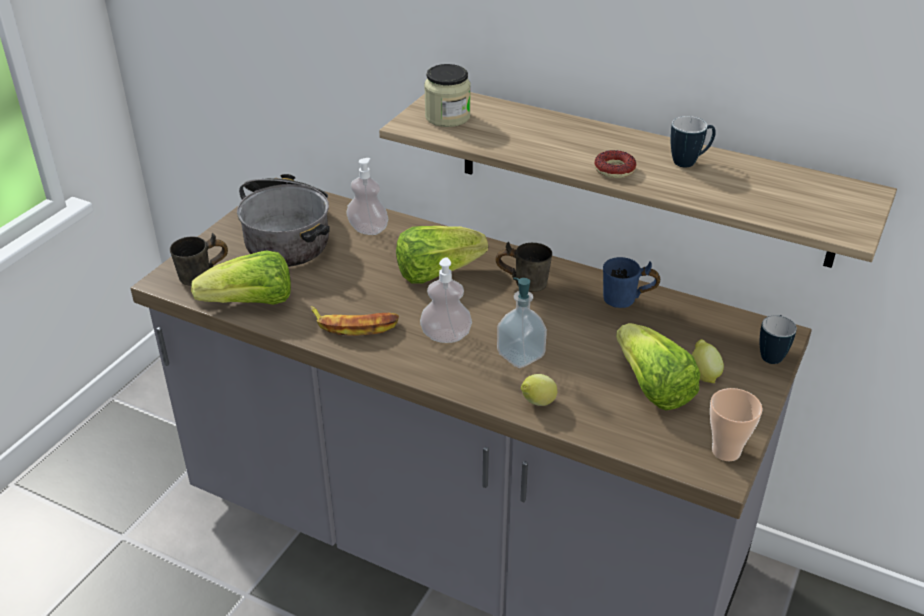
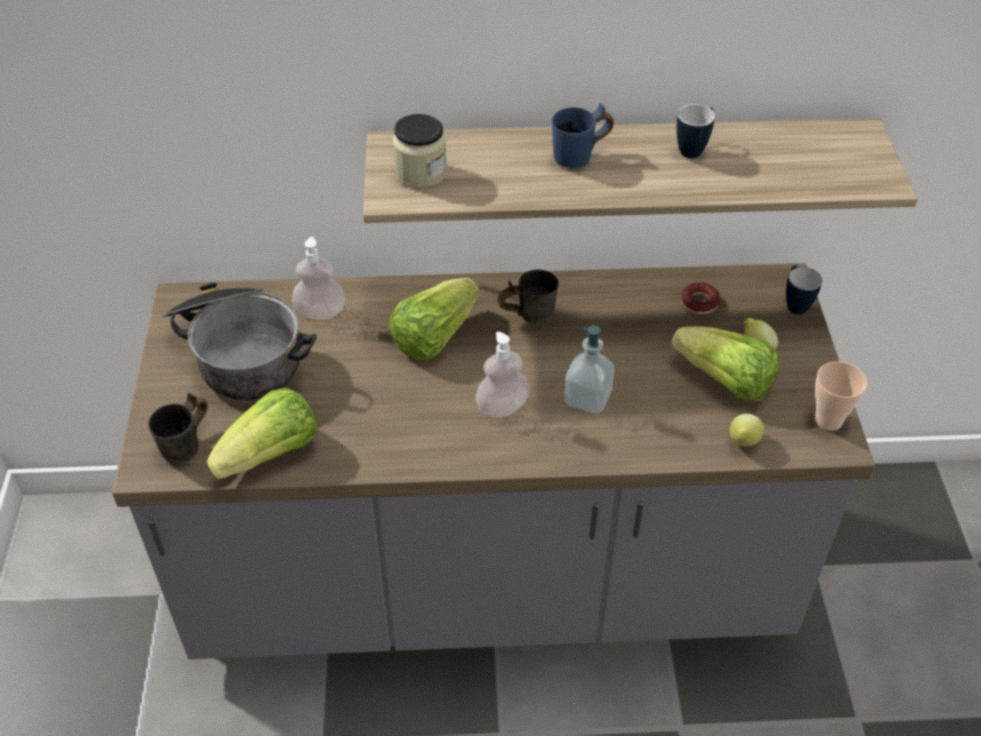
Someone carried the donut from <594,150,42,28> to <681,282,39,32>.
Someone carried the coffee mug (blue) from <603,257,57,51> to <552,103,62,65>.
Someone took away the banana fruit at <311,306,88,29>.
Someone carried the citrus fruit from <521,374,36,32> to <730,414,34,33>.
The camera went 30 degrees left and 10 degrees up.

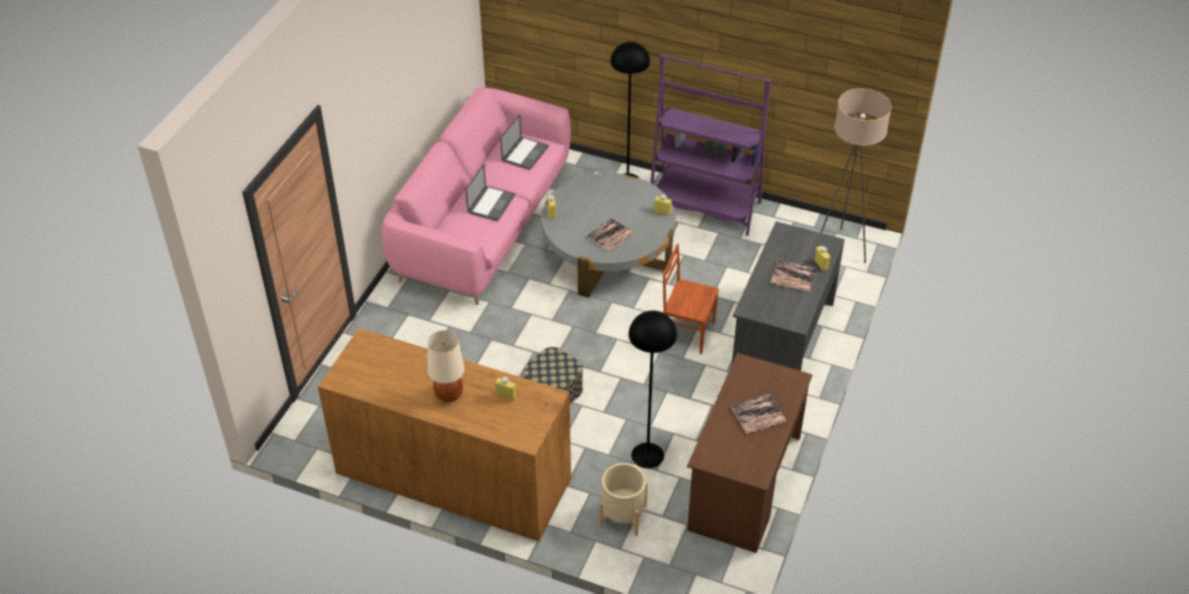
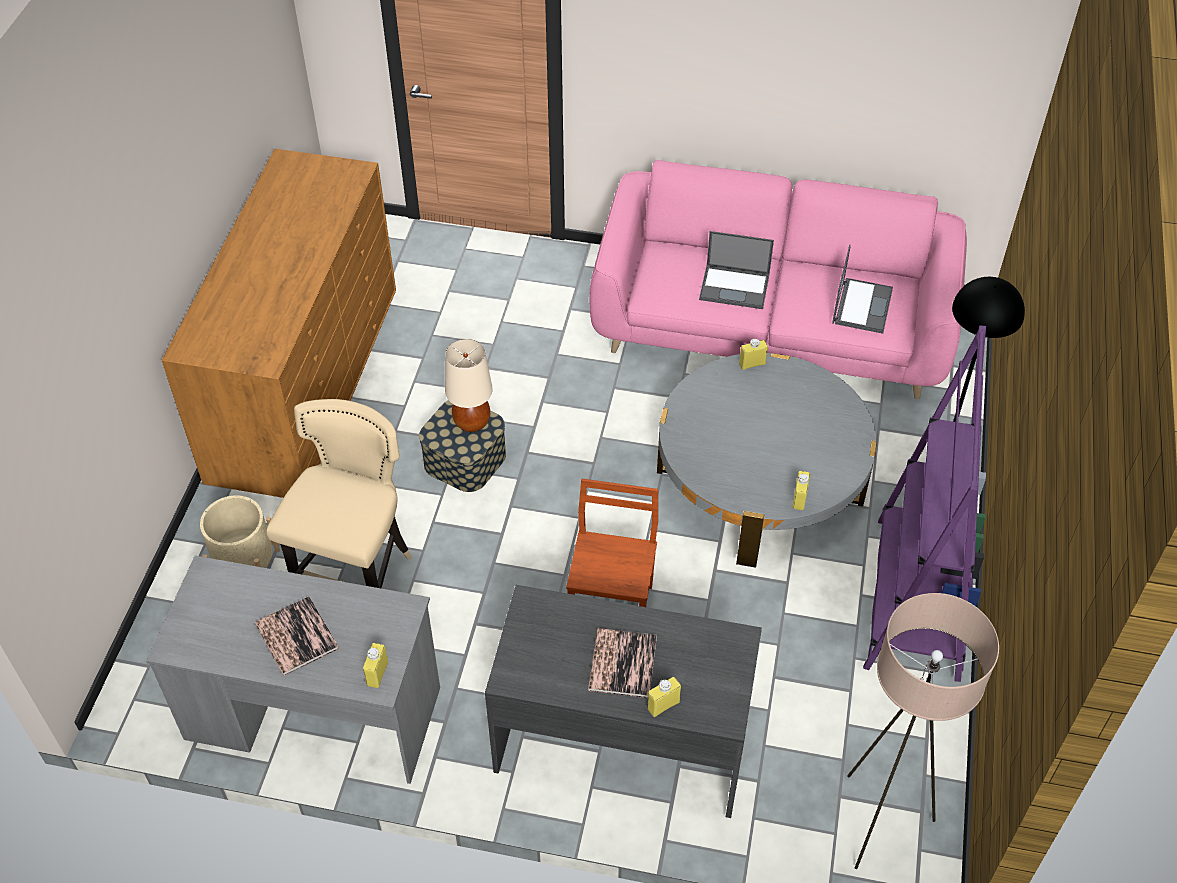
Someone rotated the laptop at <500,114,49,56> by 90 degrees counterclockwise.
Someone took away the book at <586,218,48,35>.
Someone swapped the standing lamp (blackish) at <629,310,48,158> for the stool (beige) at <266,399,146,189>.
Someone carried the lamp for a table (beige) from <428,331,36,71> to <445,339,48,93>.
Someone repainted the desk unit (brownish) at <687,353,126,200>, which became the desk unit (grey) at <146,556,294,228>.
Someone carried the drink bottle (yellowish) from <495,377,21,25> to <363,643,25,45>.
The camera went 80 degrees right and 5 degrees up.

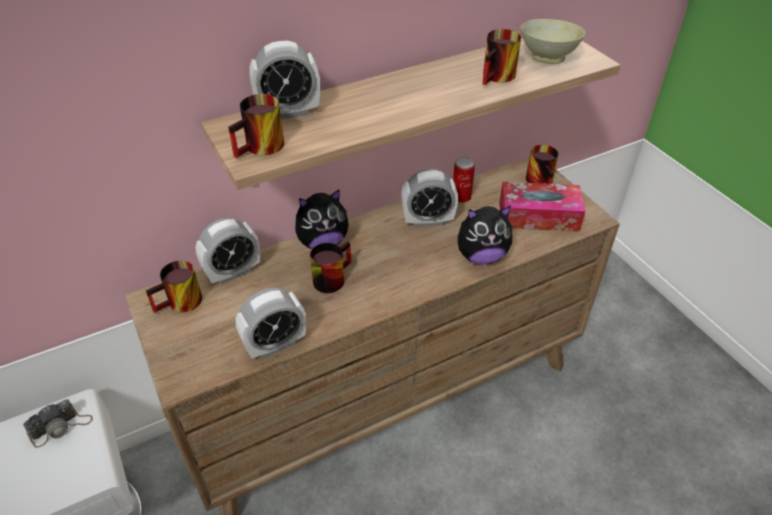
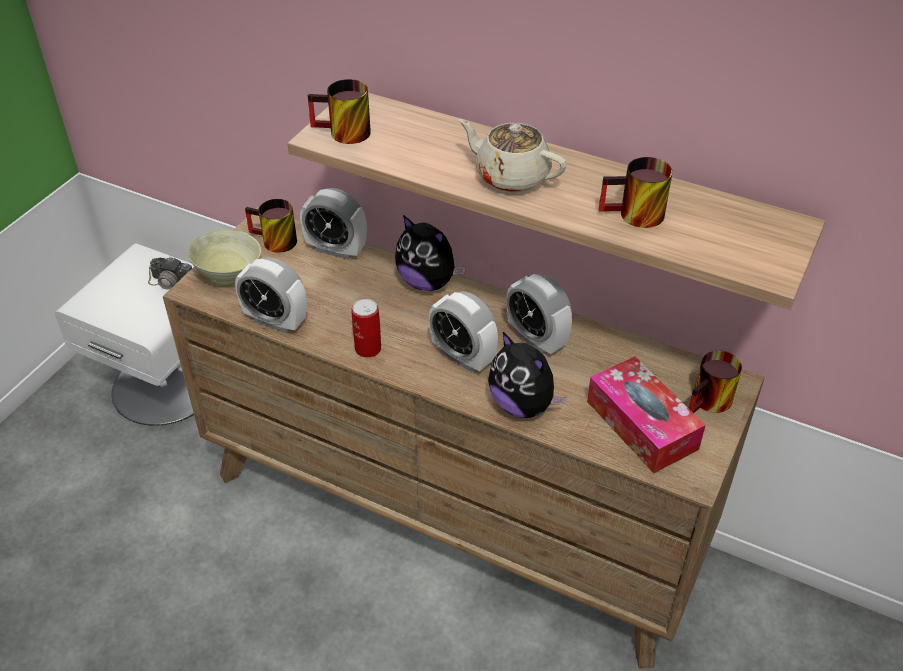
Someone carried the deep dish (beige) from <521,19,65,45> to <188,229,73,57>.
Someone carried the alarm clock from <249,41,71,78> to <429,291,69,81>.
Someone carried the metal can from <453,157,22,46> to <351,299,30,59>.
Someone took away the coffee mug at <310,242,41,51>.
Someone put down the pot for tea (beige) at <458,119,109,73>.
The camera went 55 degrees right and 0 degrees up.

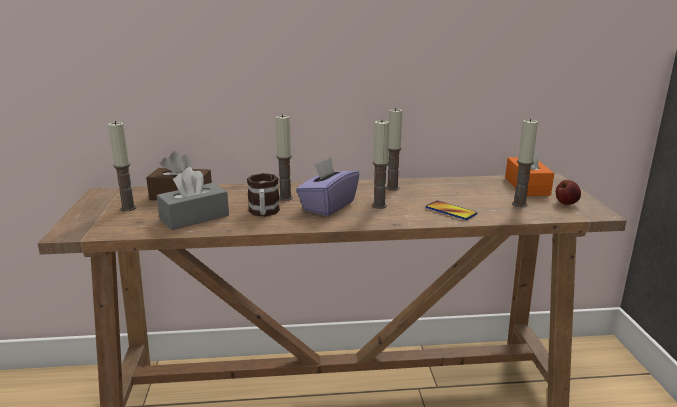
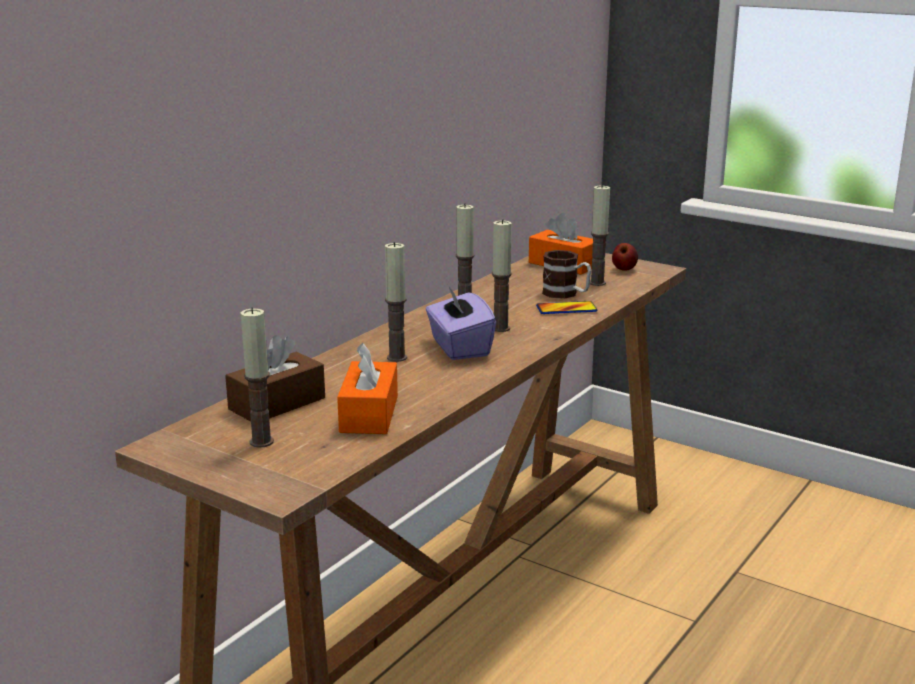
Someone repainted the tissue holder (grey) at <156,167,73,63>, which became the tissue holder (orange) at <337,343,61,91>.
Someone carried the coffee mug from <247,173,33,44> to <542,250,49,49>.
The camera went 50 degrees left and 0 degrees up.

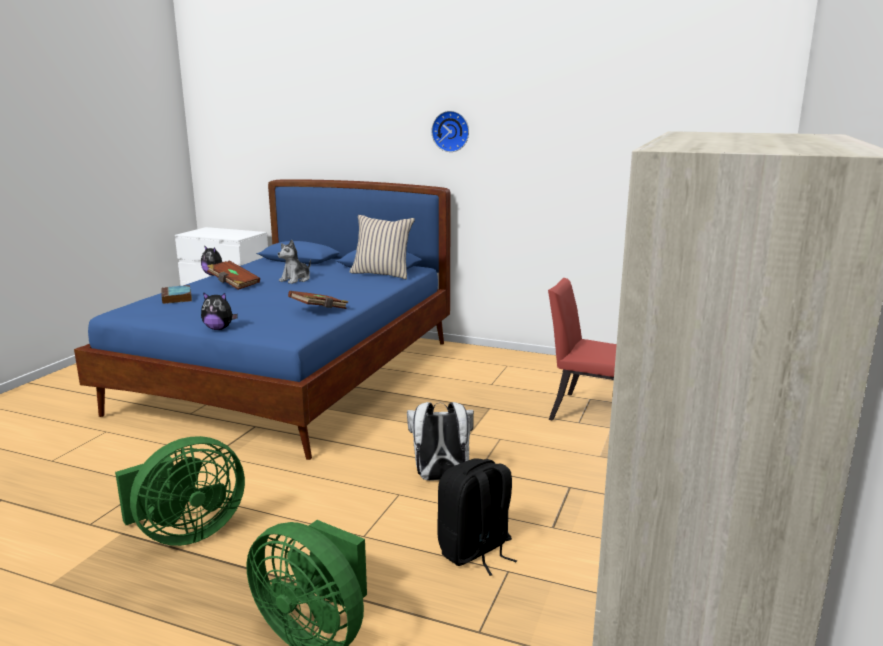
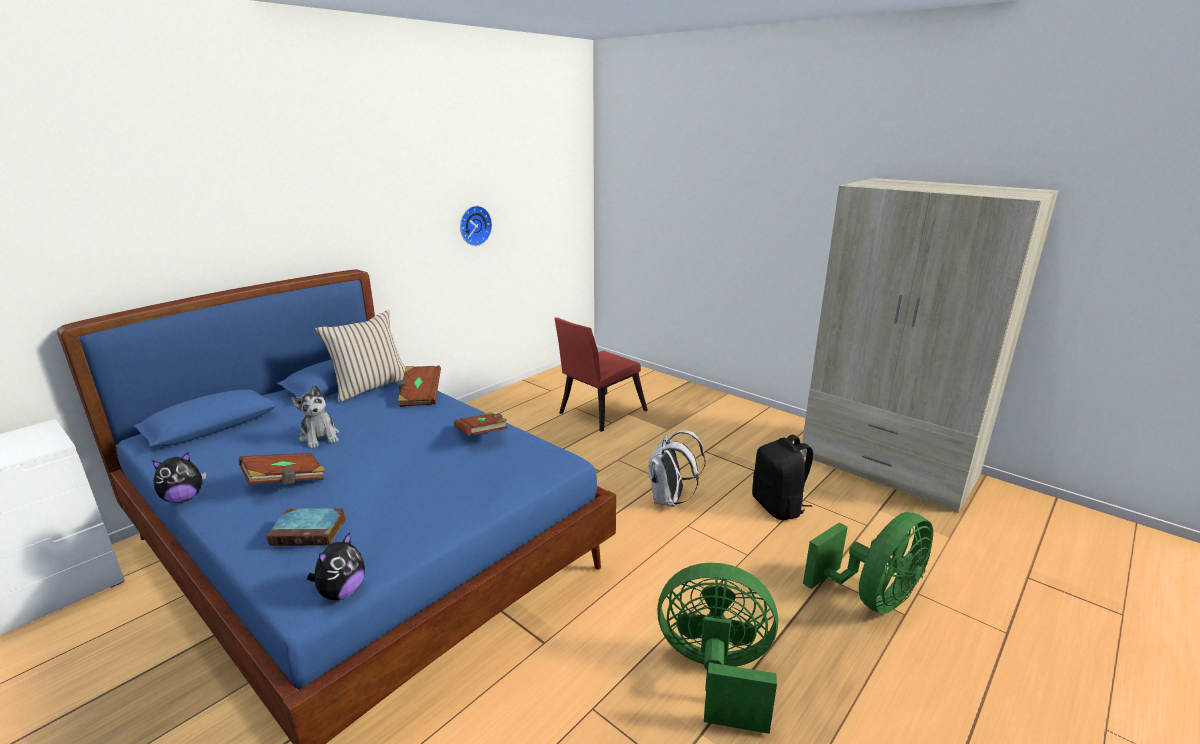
Someone carried the wall clock from <431,111,38,41> to <460,206,32,40>.
Someone carried the plush toy from <201,292,37,38> to <307,532,58,68>.
Someone rotated the fan (greenish) at <115,436,130,110> by 60 degrees counterclockwise.
Someone put down the book (brownish) at <398,366,43,41>.
The camera went 70 degrees left and 5 degrees up.

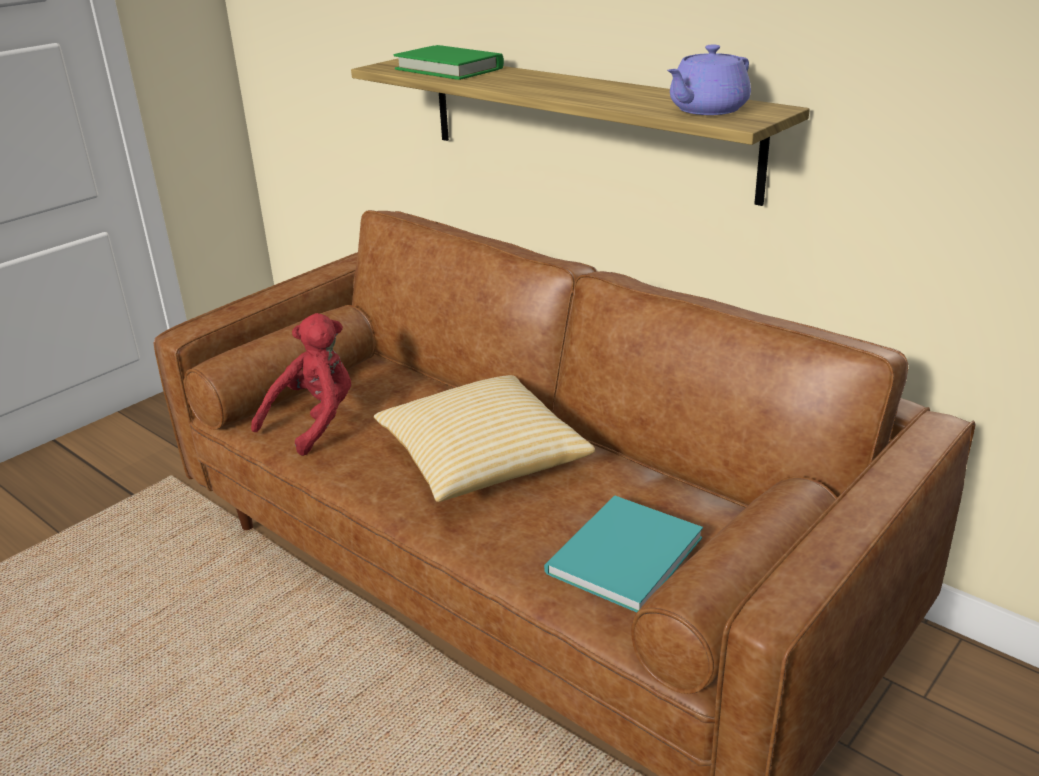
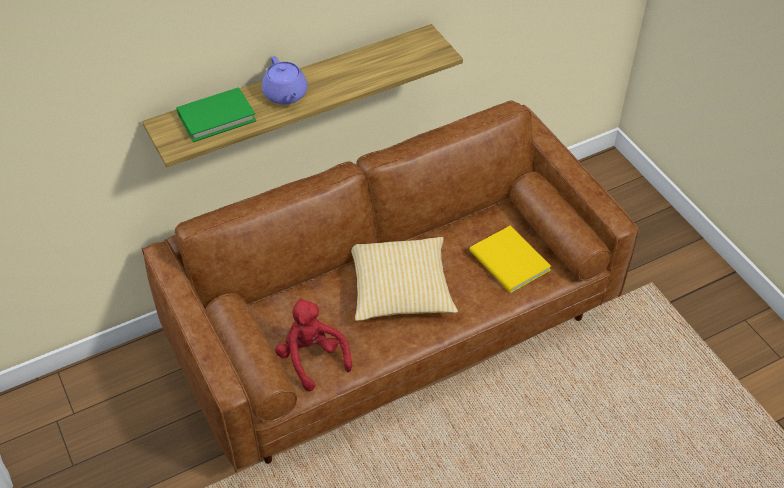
Someone carried the pot for tea (purplish) from <667,44,84,71> to <262,56,46,49>.
Someone repainted the book (turquoise) at <544,495,159,117>, which became the book (yellowish) at <469,225,82,68>.
The camera went 70 degrees left and 20 degrees up.

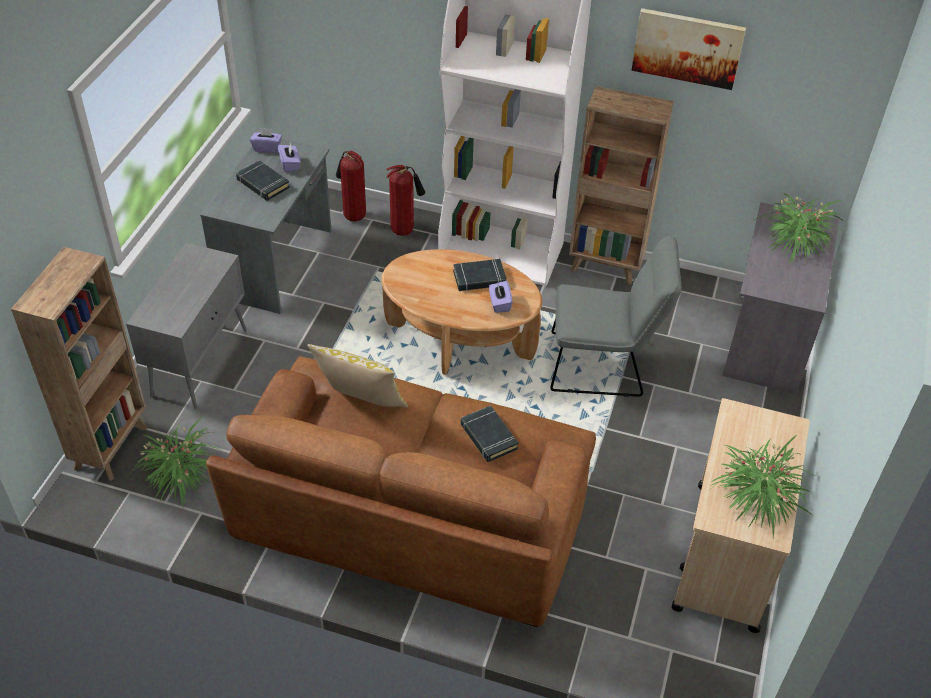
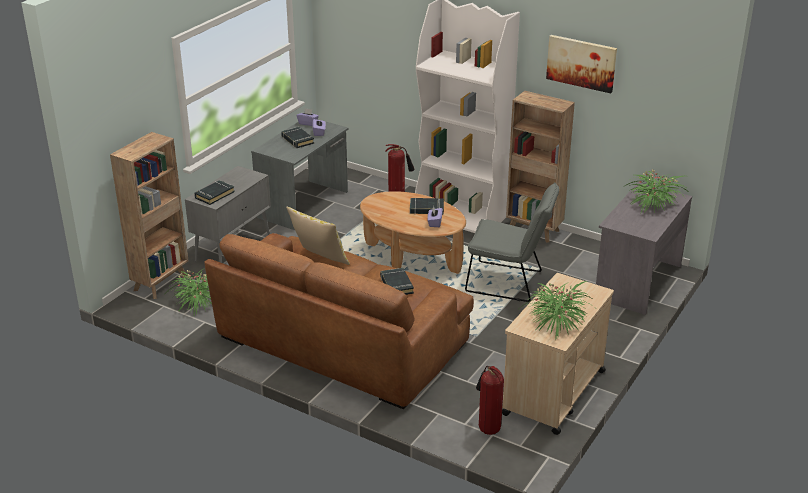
Someone carried the fire-fighting cylinder from <336,151,30,70> to <476,366,28,69>.
Someone put down the book (blackish) at <195,180,40,25>.
The camera went 15 degrees right and 15 degrees down.

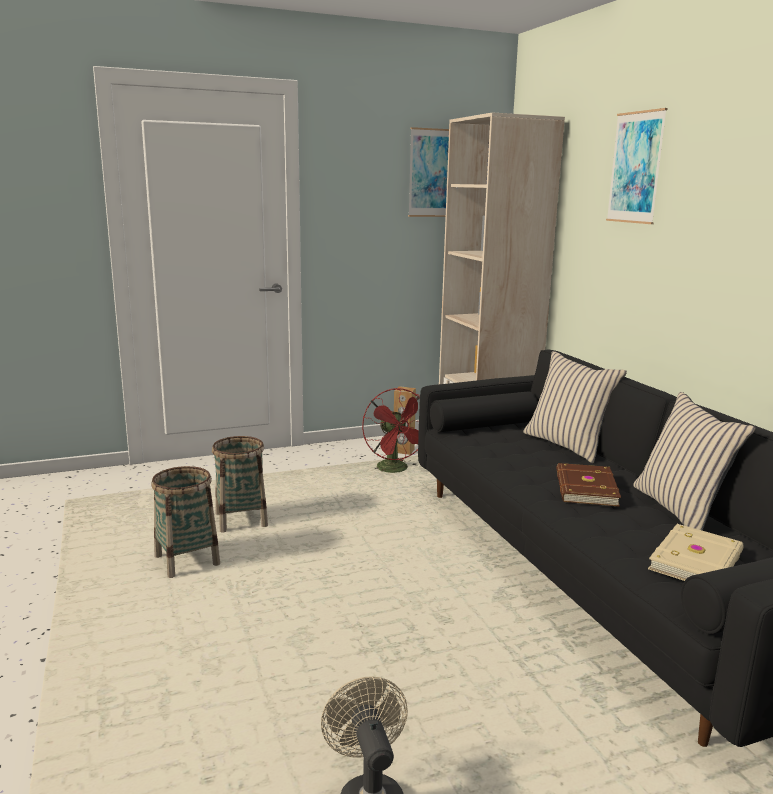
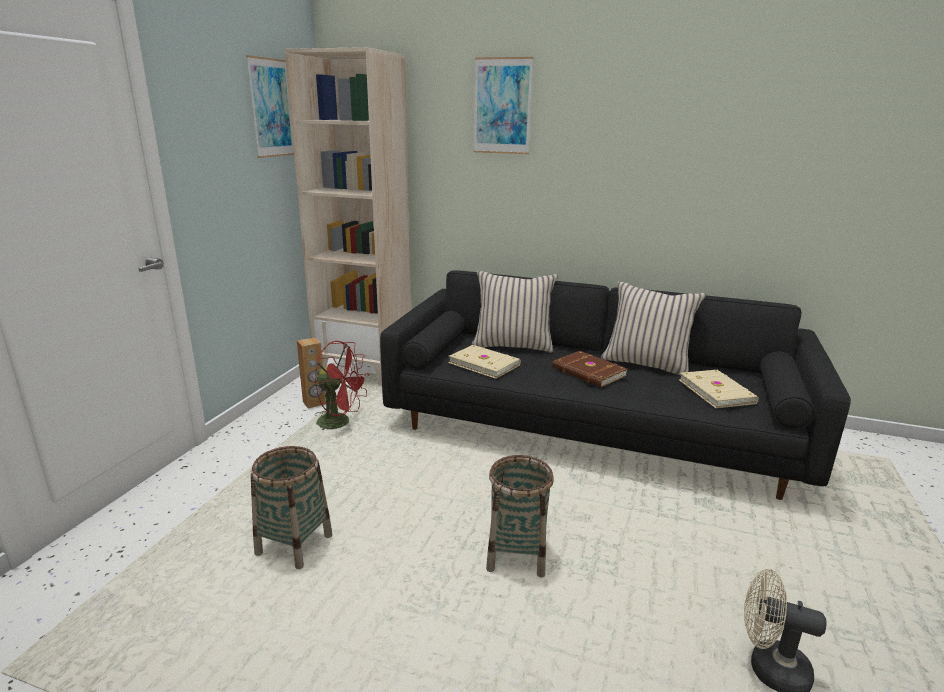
Someone carried the basket from <151,466,69,112> to <486,455,68,123>.
Someone put down the book (beige) at <449,345,72,34>.
The camera went 50 degrees left and 5 degrees up.

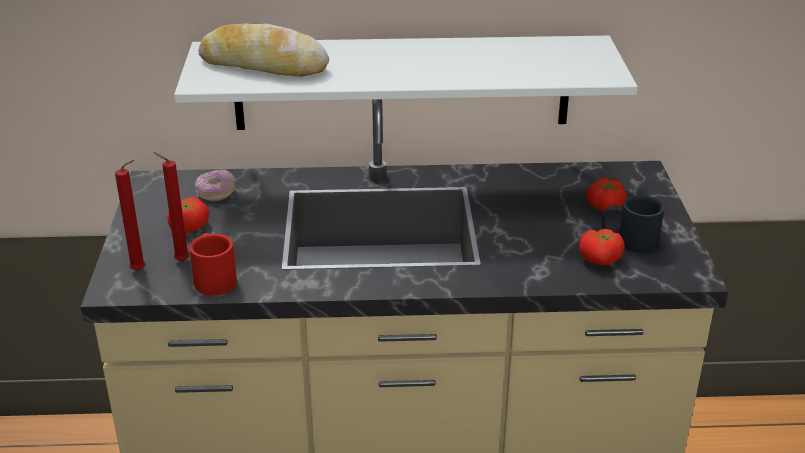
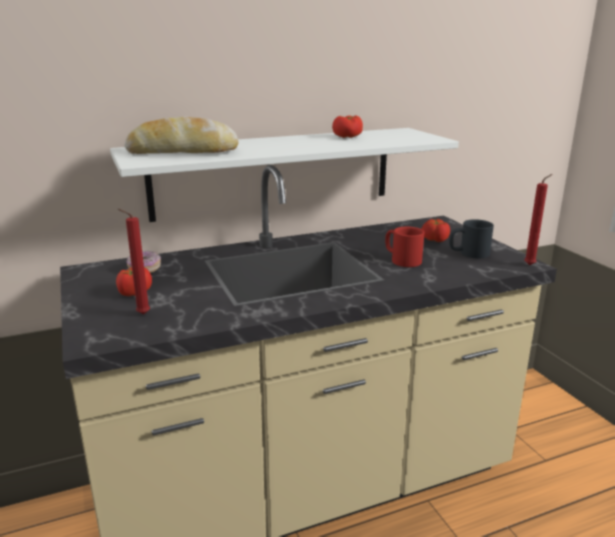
Someone carried the wax candle (reddish) from <115,160,30,111> to <524,174,28,91>.
Someone carried the tomato from <579,229,46,37> to <332,115,31,23>.
Someone carried the coffee mug (reddish) from <189,233,48,62> to <385,227,39,40>.
The camera went 20 degrees left and 10 degrees down.

